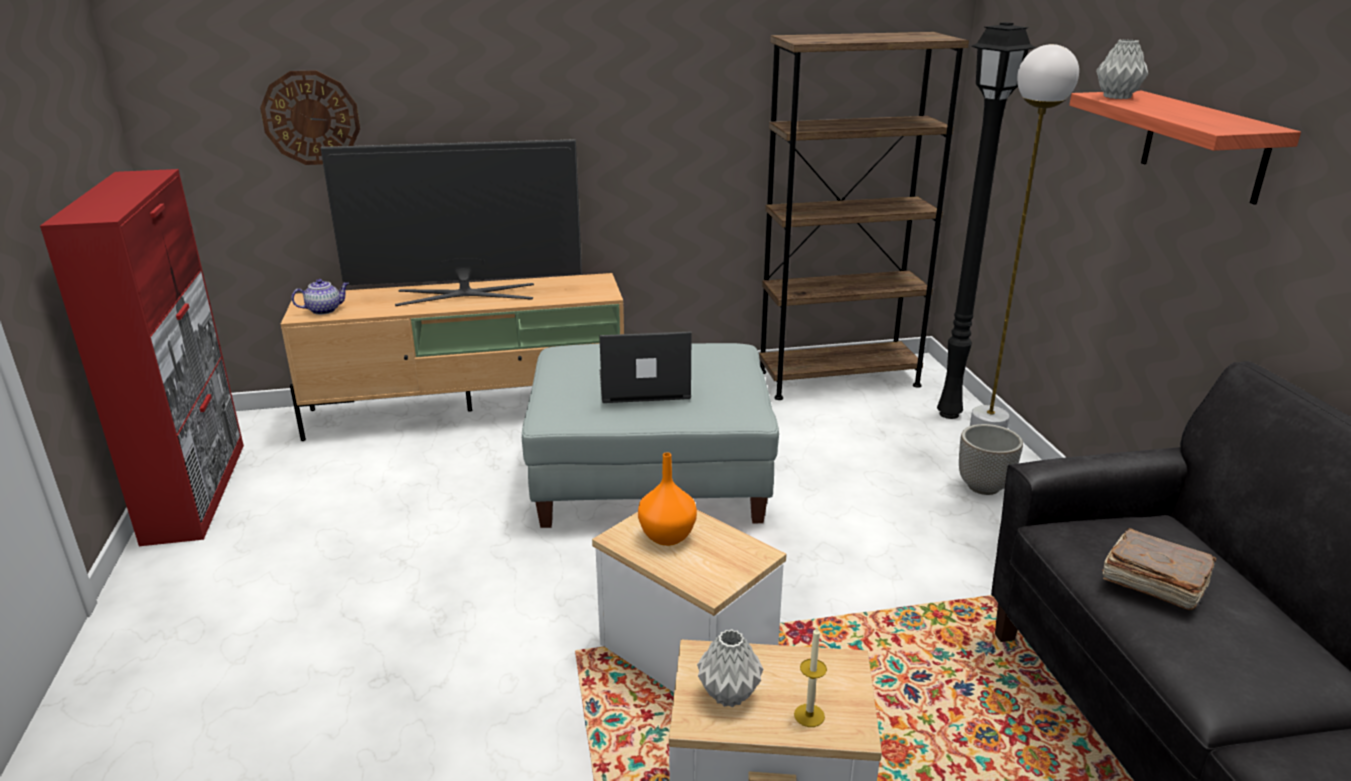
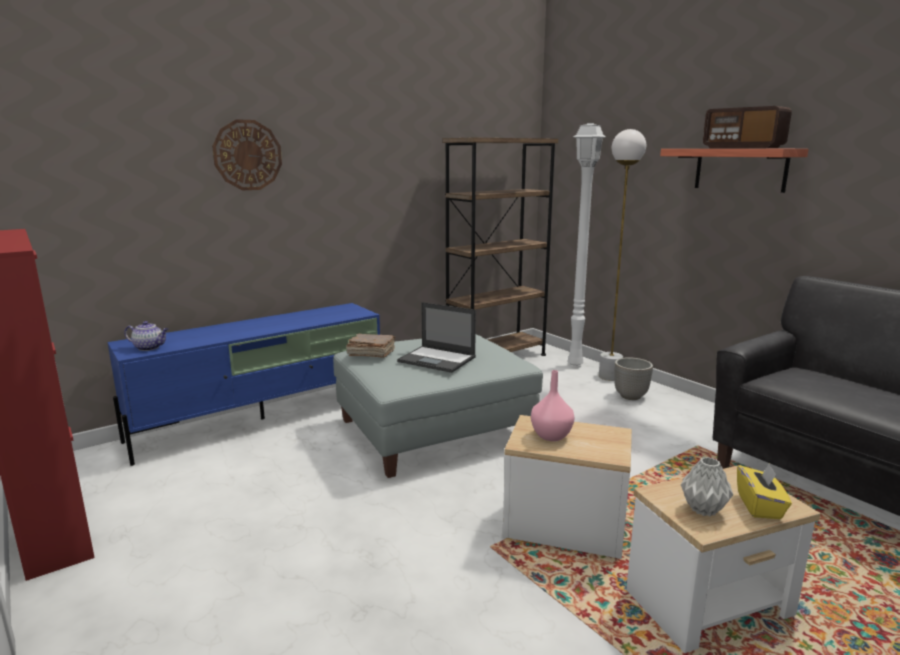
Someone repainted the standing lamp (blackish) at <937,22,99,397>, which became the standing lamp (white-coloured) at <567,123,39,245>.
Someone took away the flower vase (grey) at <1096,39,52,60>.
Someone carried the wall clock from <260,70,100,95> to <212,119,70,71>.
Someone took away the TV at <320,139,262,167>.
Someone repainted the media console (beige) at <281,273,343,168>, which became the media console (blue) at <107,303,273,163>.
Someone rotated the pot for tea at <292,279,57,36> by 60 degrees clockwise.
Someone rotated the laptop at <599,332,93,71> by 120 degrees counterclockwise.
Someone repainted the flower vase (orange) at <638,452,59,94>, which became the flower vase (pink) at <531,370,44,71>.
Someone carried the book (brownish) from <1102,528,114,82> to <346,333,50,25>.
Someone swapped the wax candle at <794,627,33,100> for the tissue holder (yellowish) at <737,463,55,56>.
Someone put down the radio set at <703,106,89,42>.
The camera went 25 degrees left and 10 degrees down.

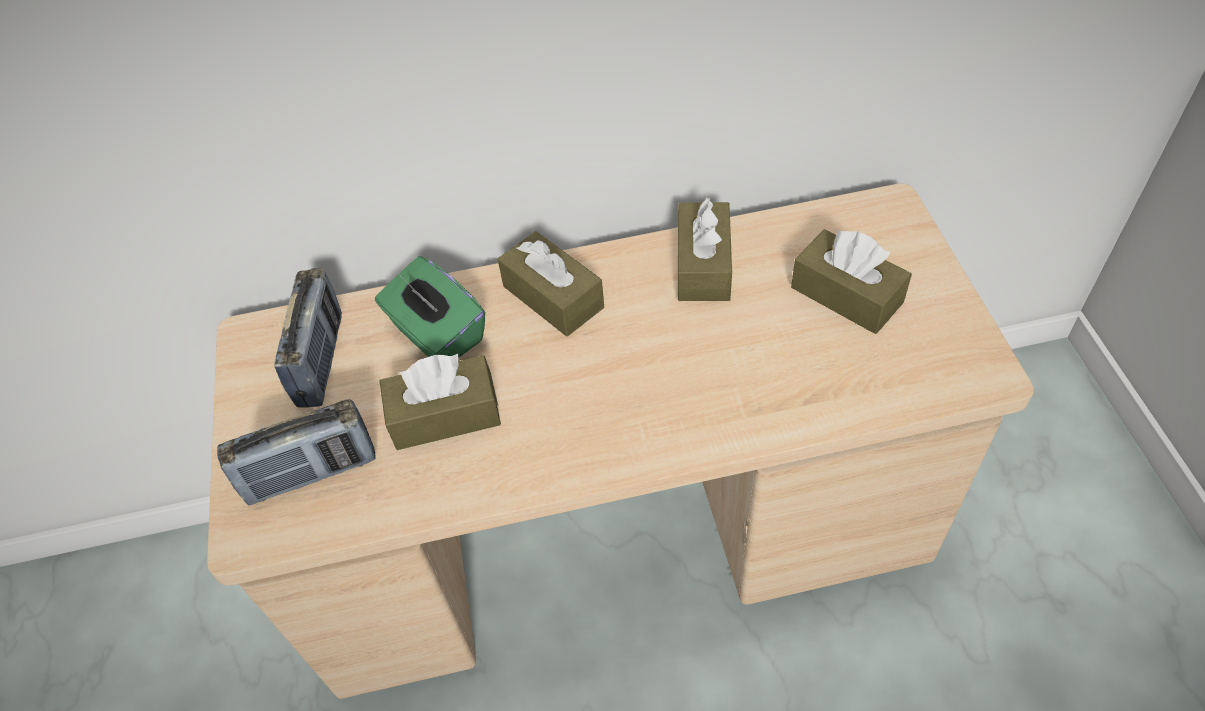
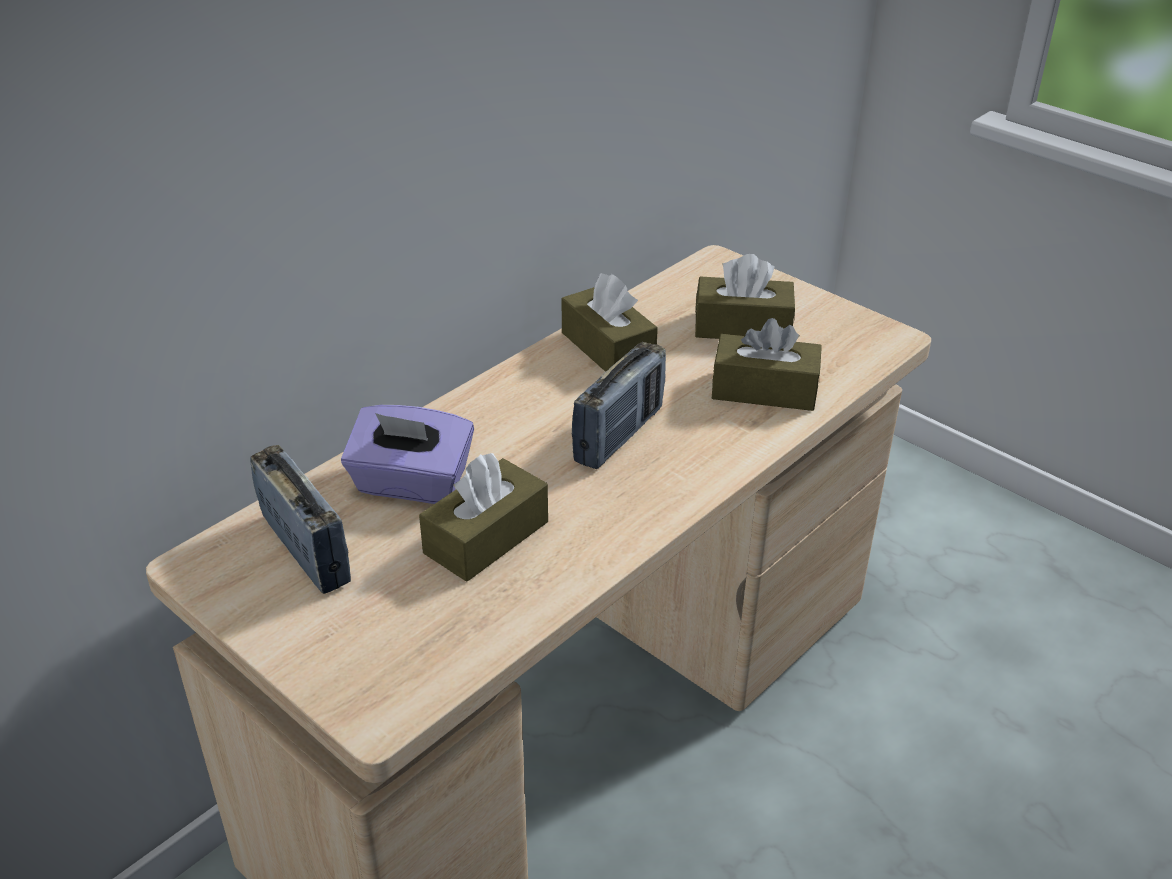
Someone carried the tissue holder (brownish) from <498,231,106,105> to <712,318,110,93>.
Someone repainted the tissue holder (greenish) at <375,256,110,101>, which became the tissue holder (purplish) at <341,405,133,99>.
Someone carried the radio set from <217,399,159,106> to <572,342,94,127>.
The camera went 40 degrees left and 15 degrees down.

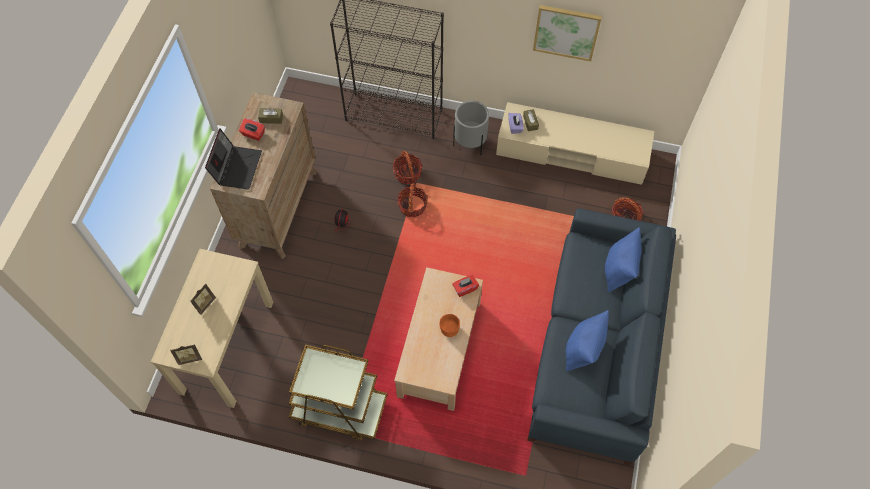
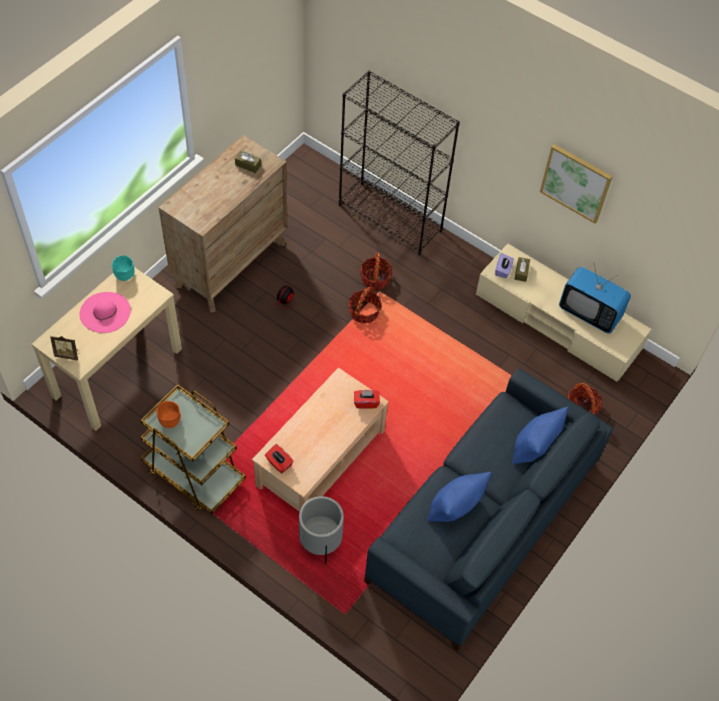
Someone carried the plant pot (grey) from <453,101,36,54> to <299,496,45,68>.
Someone carried the tissue holder (reddish) from <239,118,26,23> to <265,444,29,29>.
Someone took away the laptop at <205,129,57,61>.
Someone swapped the photo frame at <190,283,26,32> for the hat (pink) at <80,292,51,41>.
Someone carried the deep dish (orange) from <439,314,21,23> to <157,401,24,27>.
Someone put down the deep dish (turquoise) at <112,255,23,26>.
Someone put down the TV at <559,265,72,68>.
The camera went 20 degrees right and 5 degrees down.

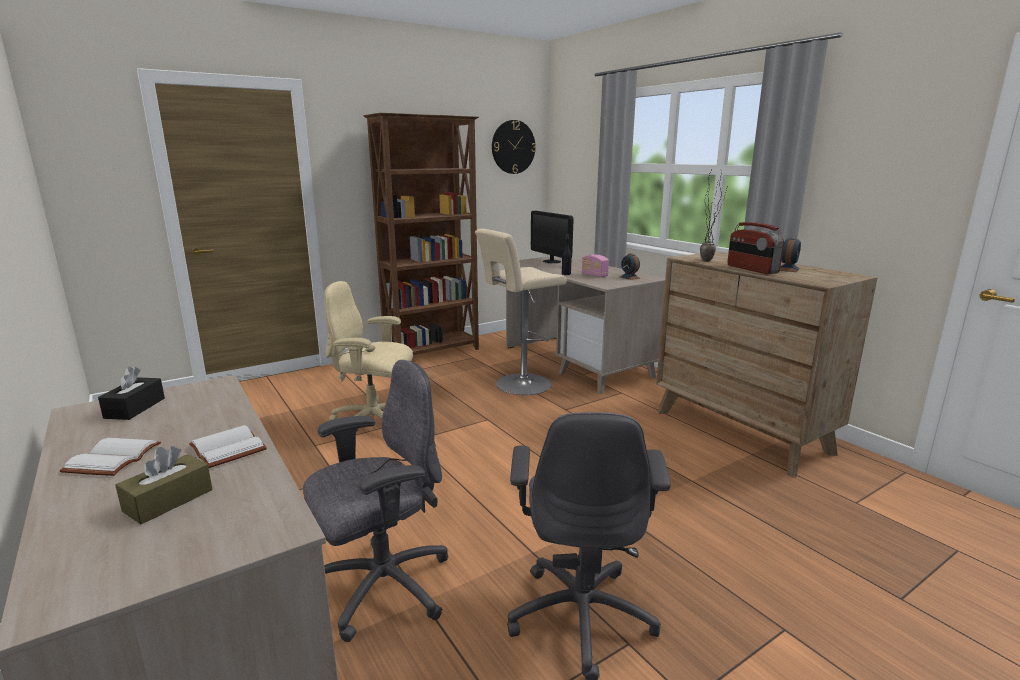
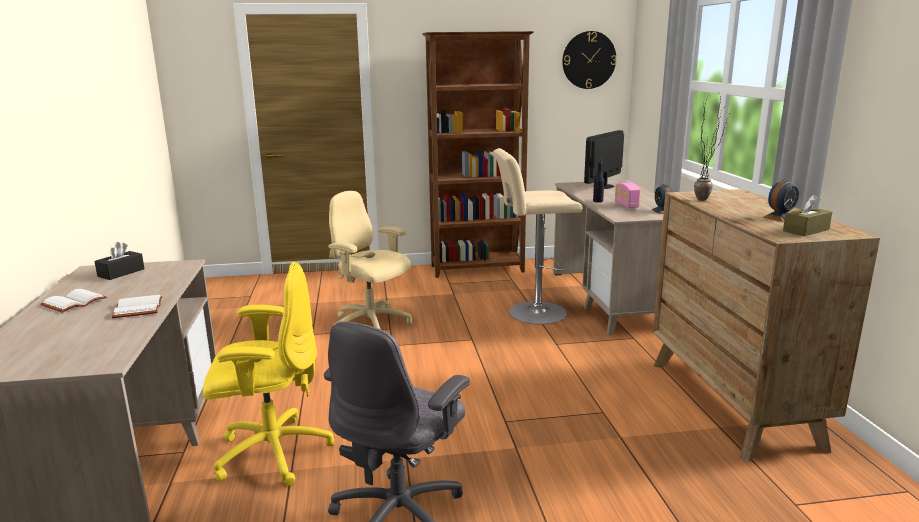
Someone rotated the monitor at <531,211,43,52> by 45 degrees clockwise.
Someone took away the radio set at <727,222,57,52>.
Someone repainted the computer chair (grey) at <303,360,145,282>, which became the computer chair (yellowish) at <203,262,131,224>.
Someone carried the tissue holder (brownish) from <115,446,97,78> to <783,194,49,42>.
The camera went 25 degrees right and 0 degrees up.

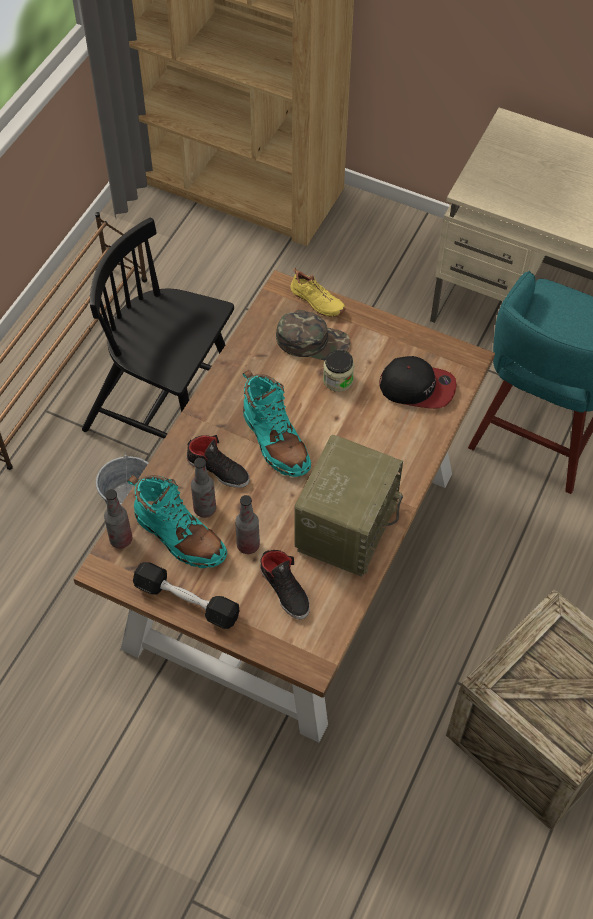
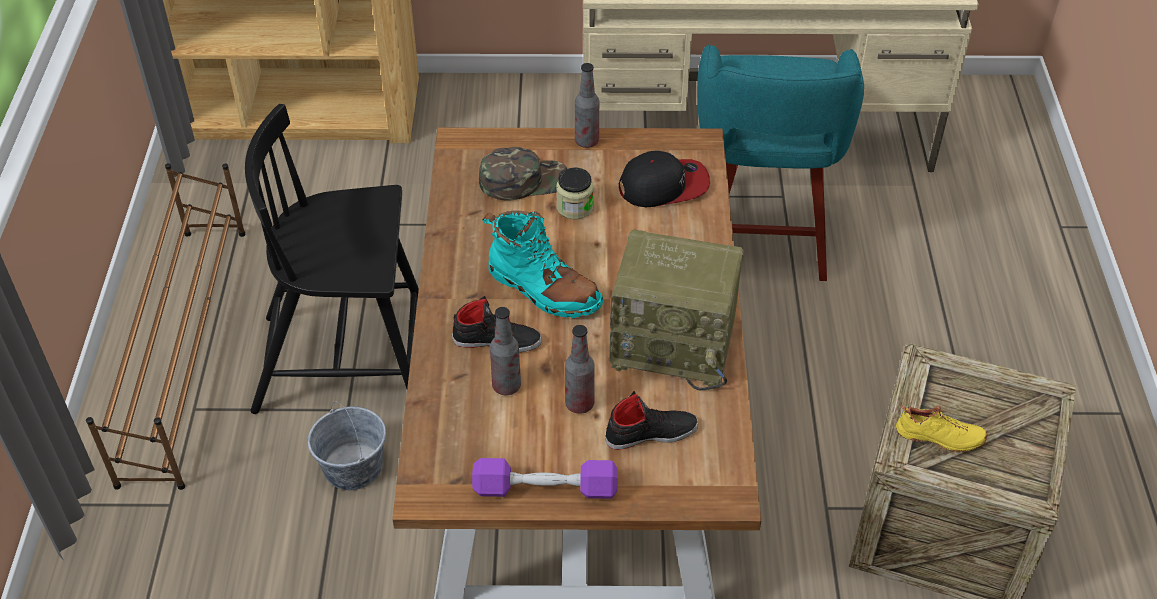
Someone carried the item of footwear (yellowish) from <290,268,56,49> to <896,405,91,47>.
Someone rotated the radio set at <294,435,109,142> by 105 degrees clockwise.
Someone took away the tall boot (turquoise) at <127,475,100,93>.
Someone carried the drink bottle from <104,489,28,60> to <575,63,24,85>.
Someone rotated the item of footwear (blackish) at <260,550,50,69> by 45 degrees counterclockwise.
Someone repainted the hand weight (blackish) at <133,562,106,67>, which became the hand weight (purplish) at <472,458,146,41>.
The camera went 25 degrees left and 10 degrees down.

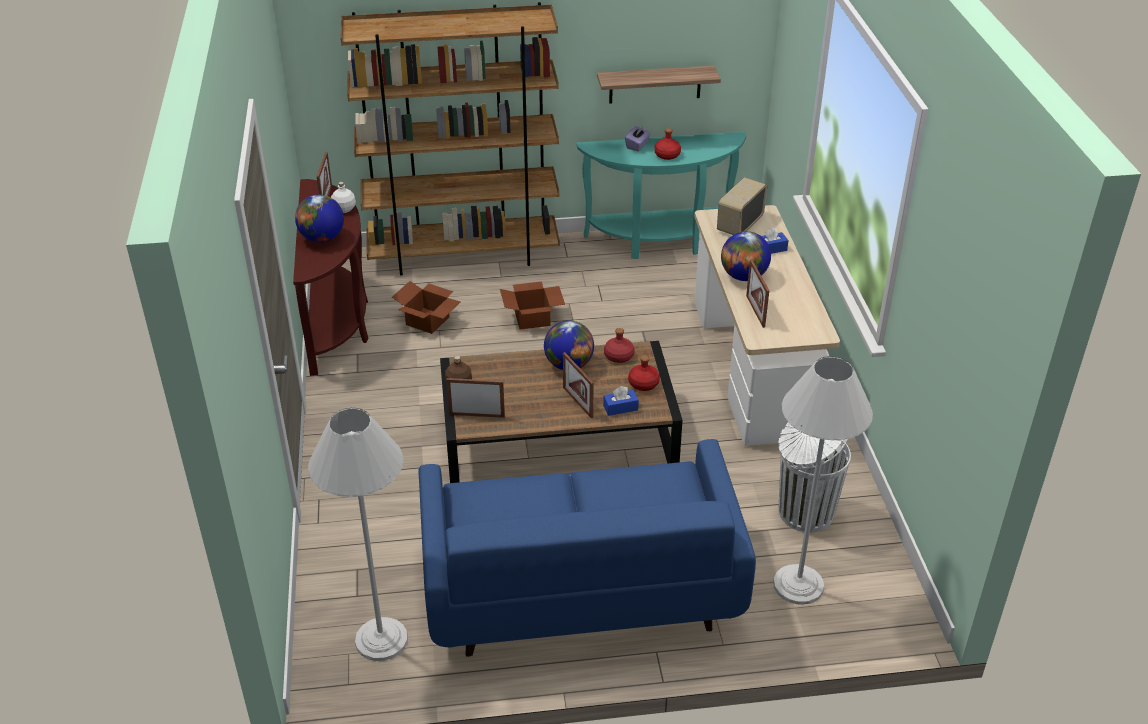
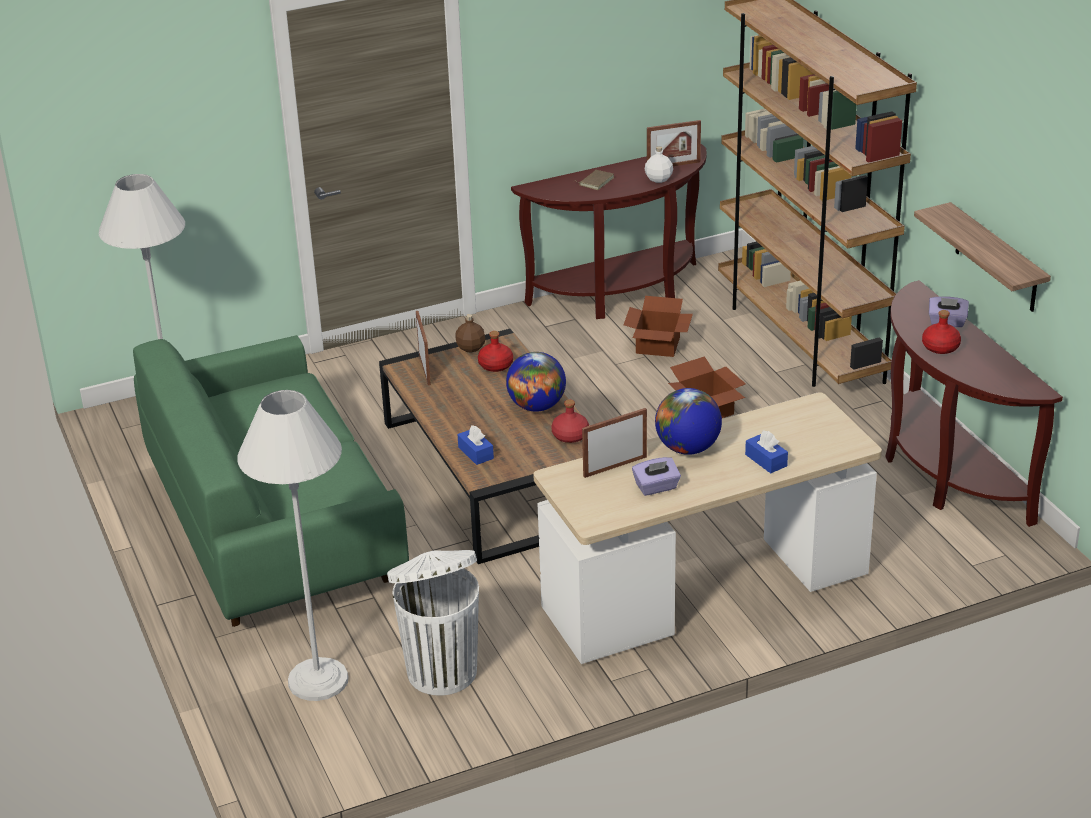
Someone repainted the narrow table (turquoise) at <576,132,170,127>, which became the narrow table (brownish) at <885,280,178,247>.
Someone took away the radio set at <717,177,50,58>.
Someone swapped the world globe at <295,194,49,49> for the book (brownish) at <577,170,37,20>.
Someone took away the photo frame at <563,352,31,66>.
Someone carried the drink bottle (reddish) from <628,355,32,36> to <478,331,35,41>.
Someone repainted the couch (blue) at <418,439,338,218>, which became the couch (greenish) at <133,335,276,292>.
Someone put down the tissue holder (purplish) at <632,457,49,39>.
The camera went 75 degrees right and 5 degrees down.

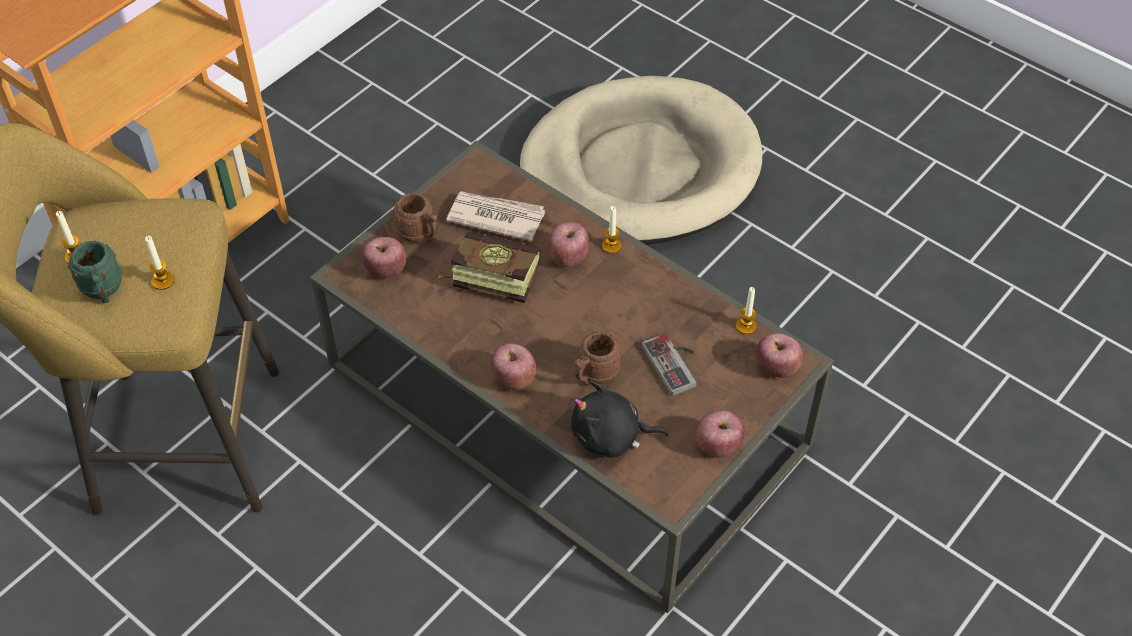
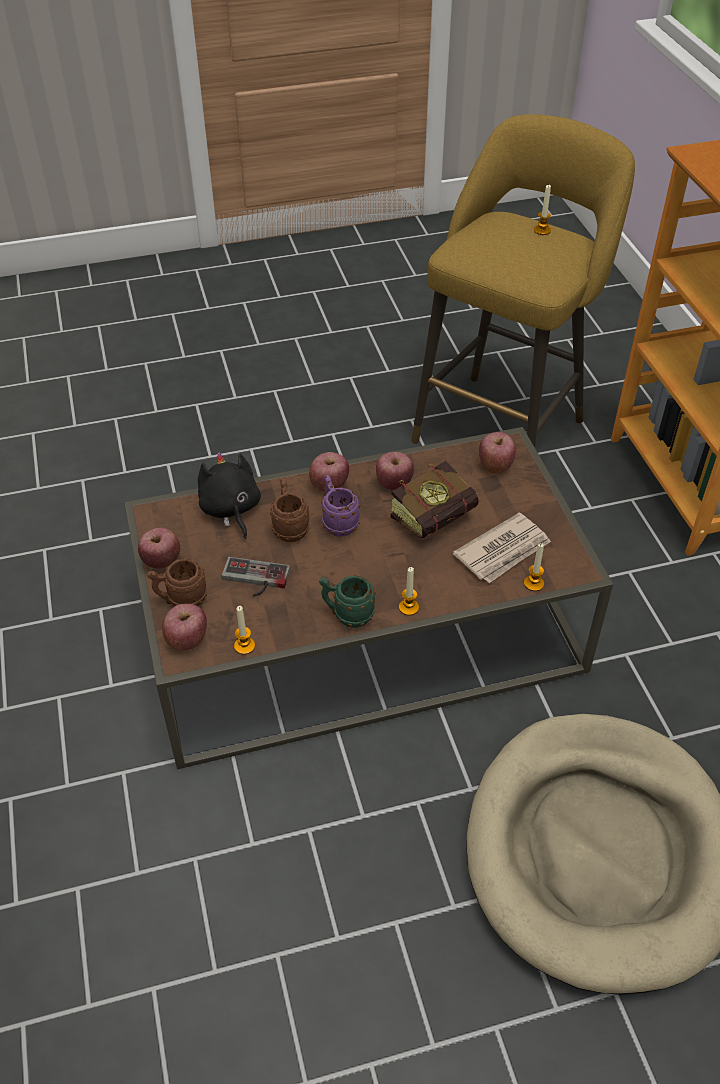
Someone carried the coffee mug (brownish) from <393,193,45,50> to <147,559,60,47>.
Someone carried the whole apple from <548,222,41,45> to <376,452,38,38>.
Someone carried the wax candle from <145,236,30,54> to <524,543,20,48>.
Someone carried the coffee mug (greenish) from <68,241,54,62> to <319,576,57,52>.
Someone rotated the plush toy (blackish) at <571,380,98,78> by 60 degrees counterclockwise.
Someone put down the coffee mug (purplish) at <321,475,39,62>.
The camera went 125 degrees right and 5 degrees down.

